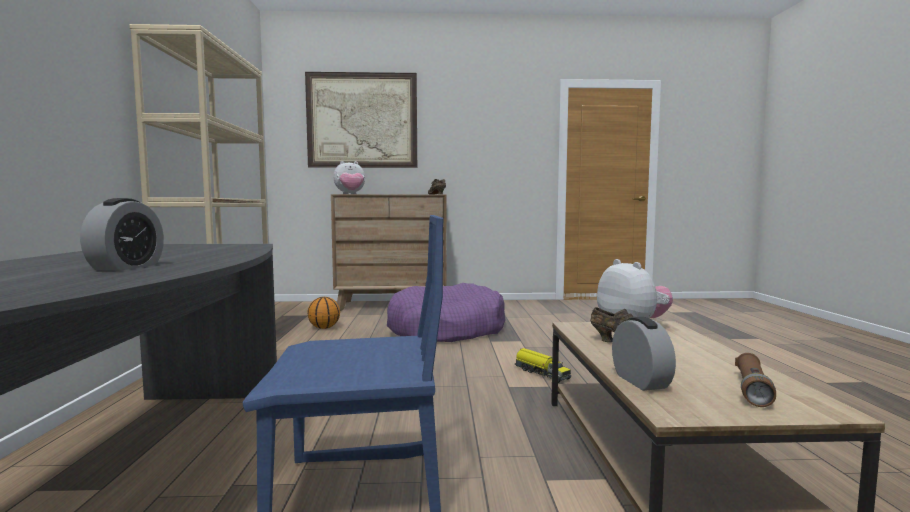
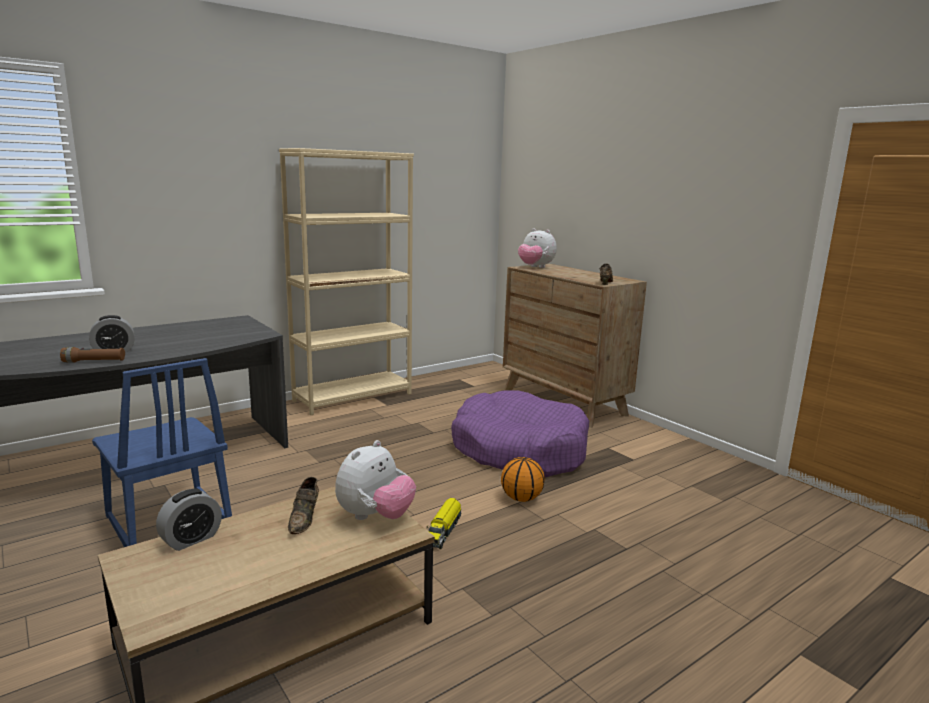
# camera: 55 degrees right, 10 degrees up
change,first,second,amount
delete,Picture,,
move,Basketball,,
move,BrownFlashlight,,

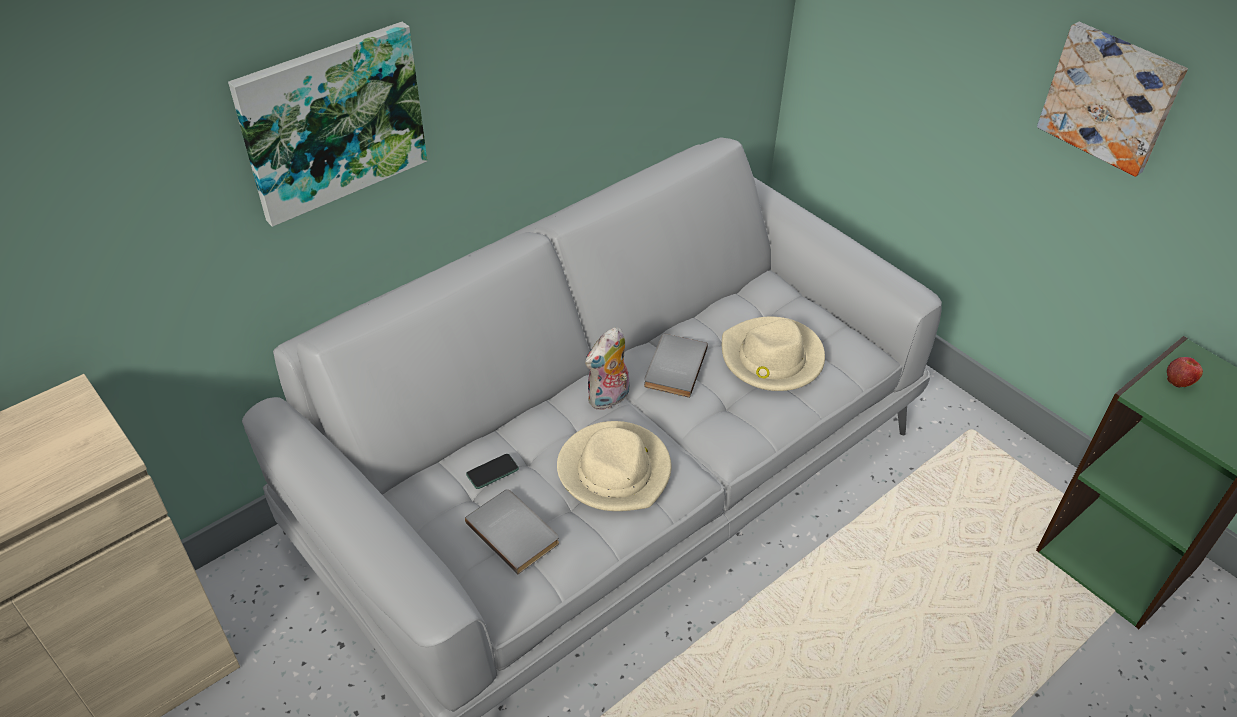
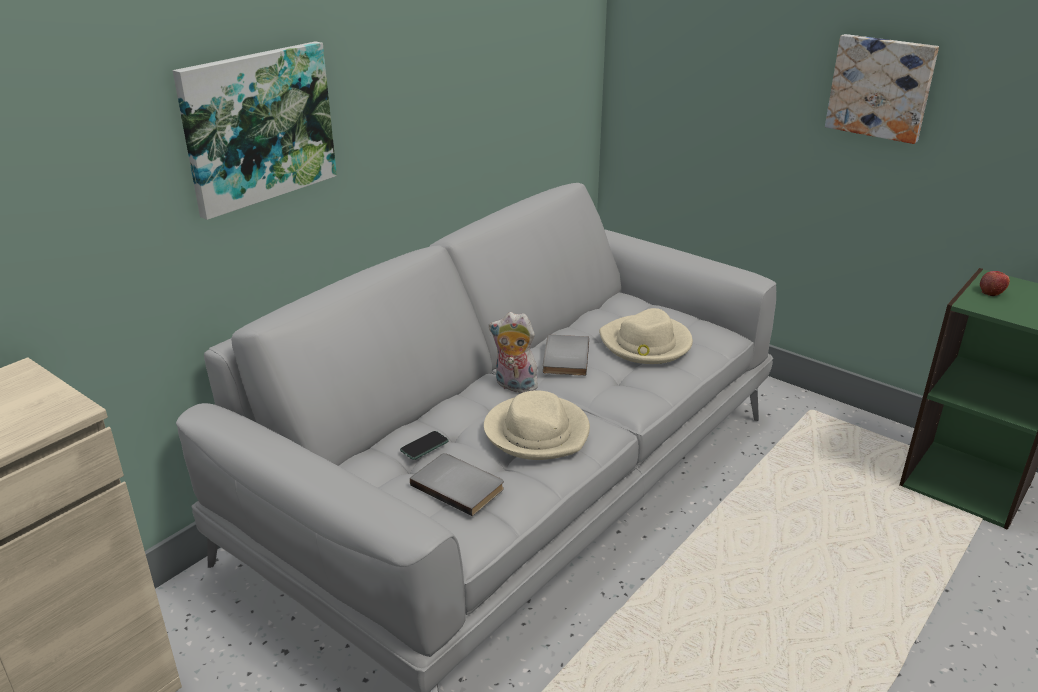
# camera: 10 degrees left, 15 degrees down
change,first,second,amount
rotate,PlushToy,,75 degrees clockwise

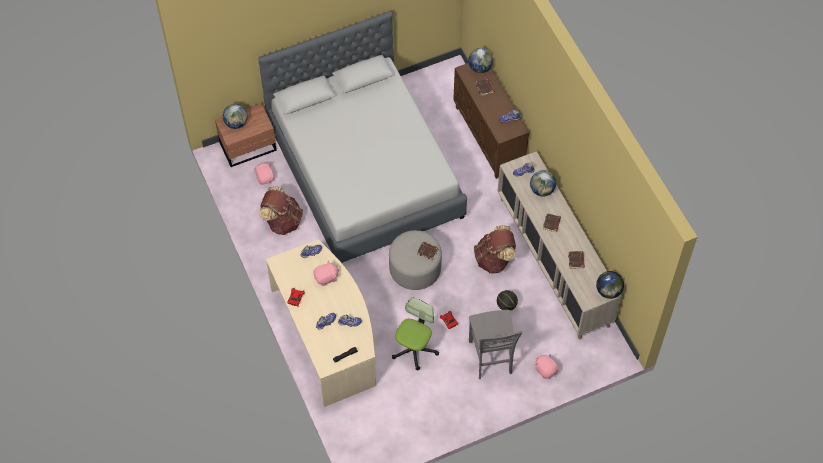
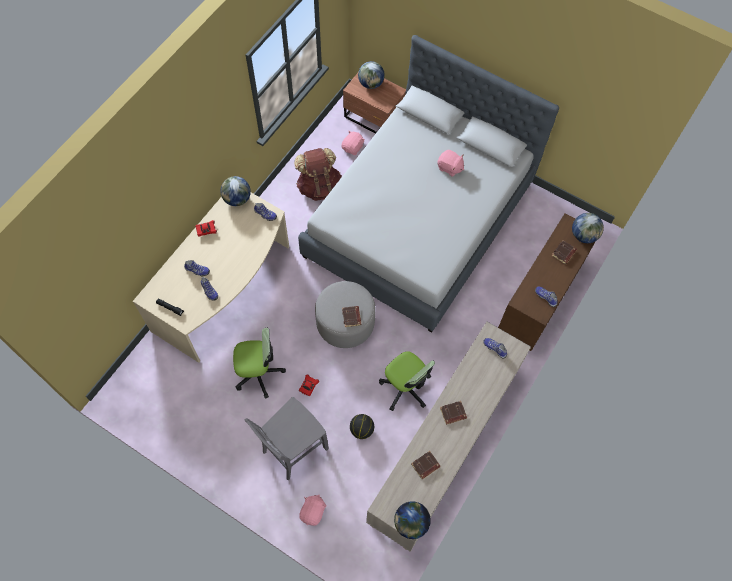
# camera: 55 degrees right, 5 degrees up
change,first,second,amount
move,PinkPlushToy (2nd from left in the first image),PinkPlushToy (3rd from left),
replace,BrownBackpack (2nd from left),OfficeChair (2nd from left),
move,Globe (3rd from left in the first image),Globe (1st from left),

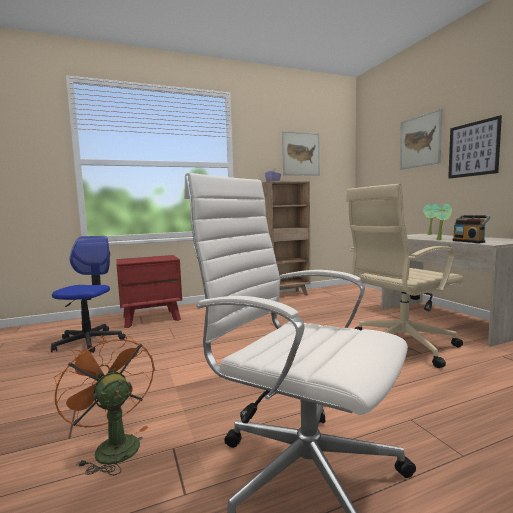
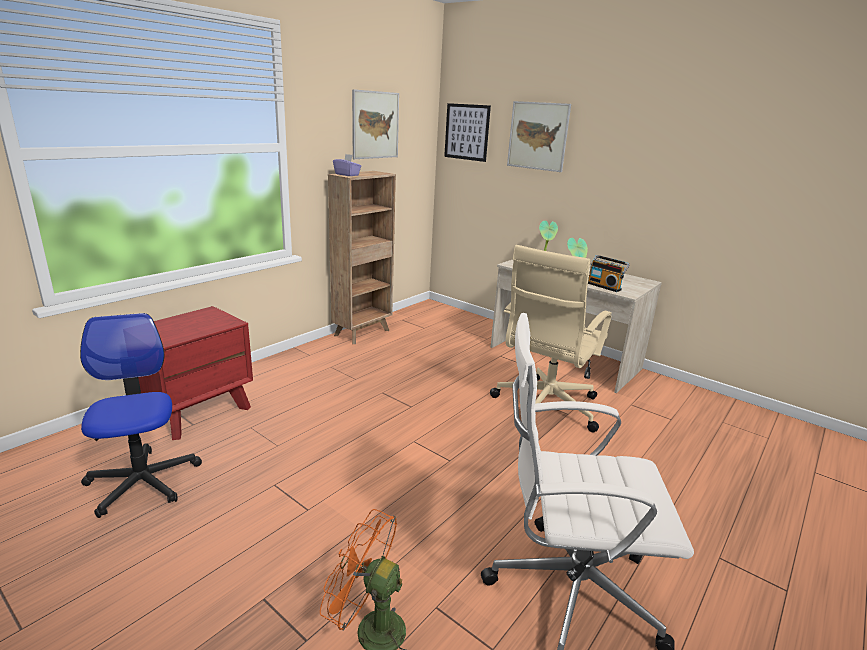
# camera: 30 degrees left, 15 degrees up
change,first,second,amount
move,Picture (3rd from left in the first image),Picture (2nd from left),

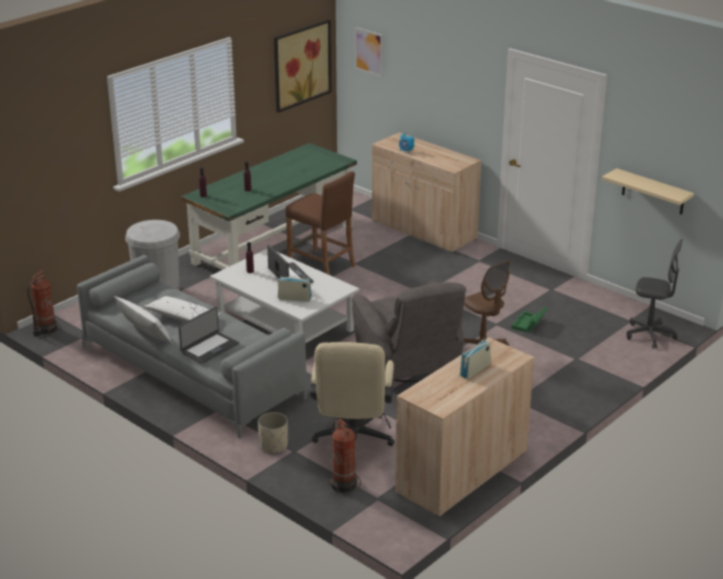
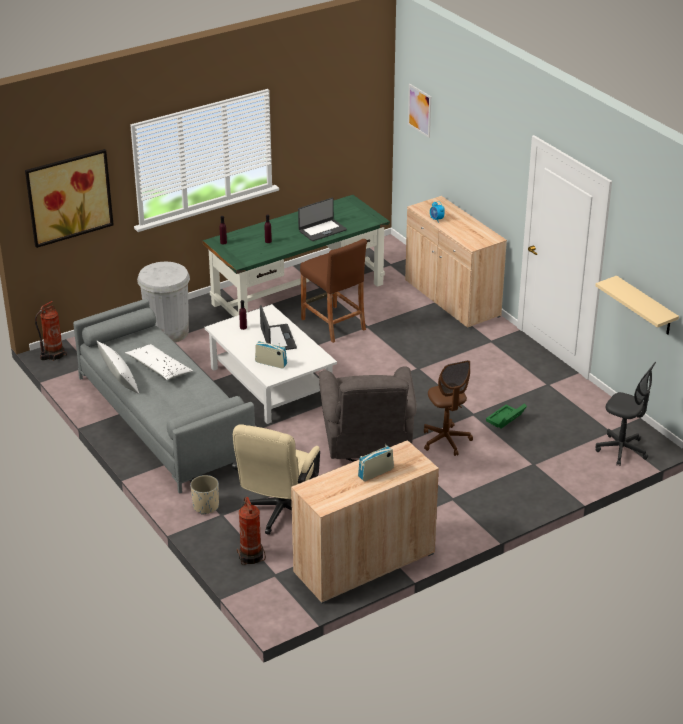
# camera: 15 degrees right, 5 degrees up
change,first,second,amount
move,Laptop (1st from left in the first image),Laptop (2nd from left),
move,Picture (1st from left),,

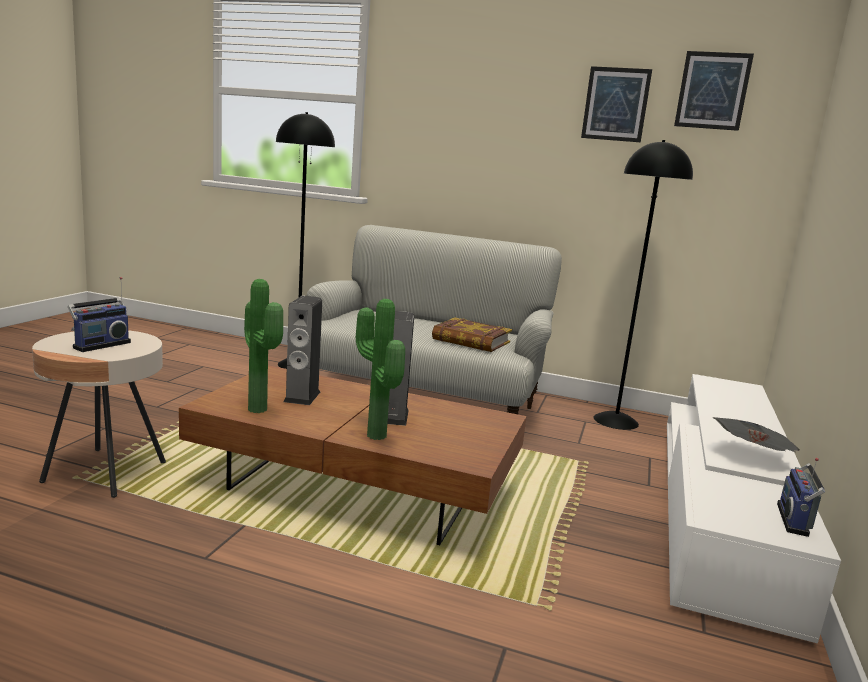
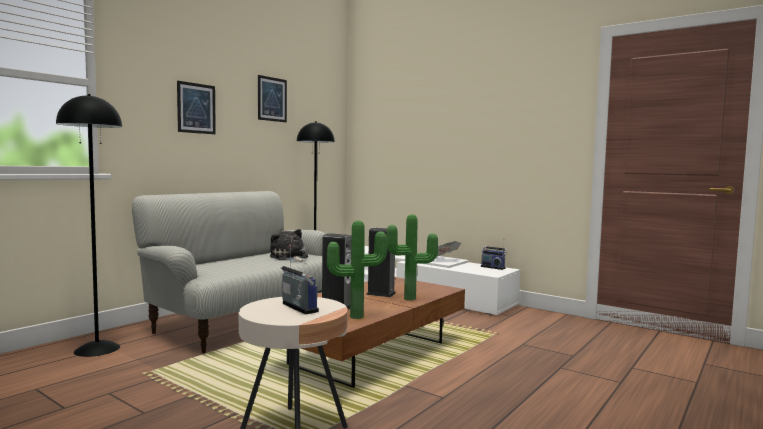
# camera: 70 degrees left, 10 degrees down
change,first,second,amount
replace,Book,PlushToy,
move,Picture (2nd from left in the first image),Picture (1st from left),

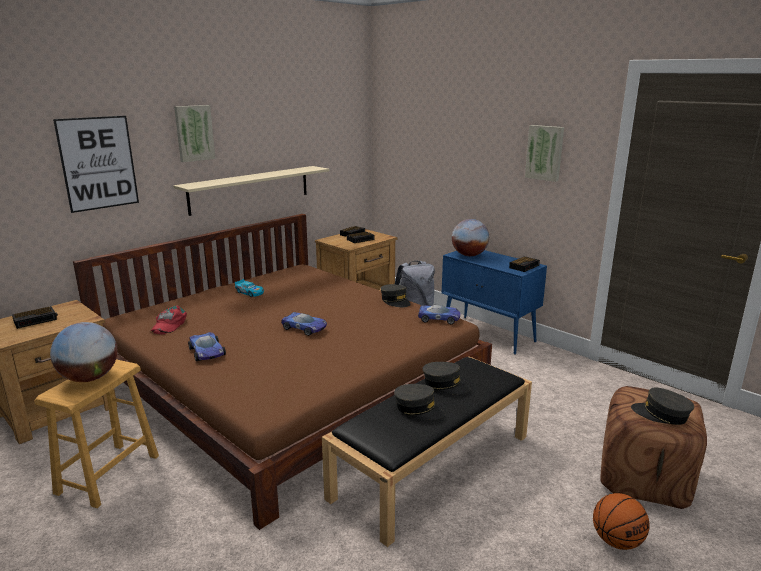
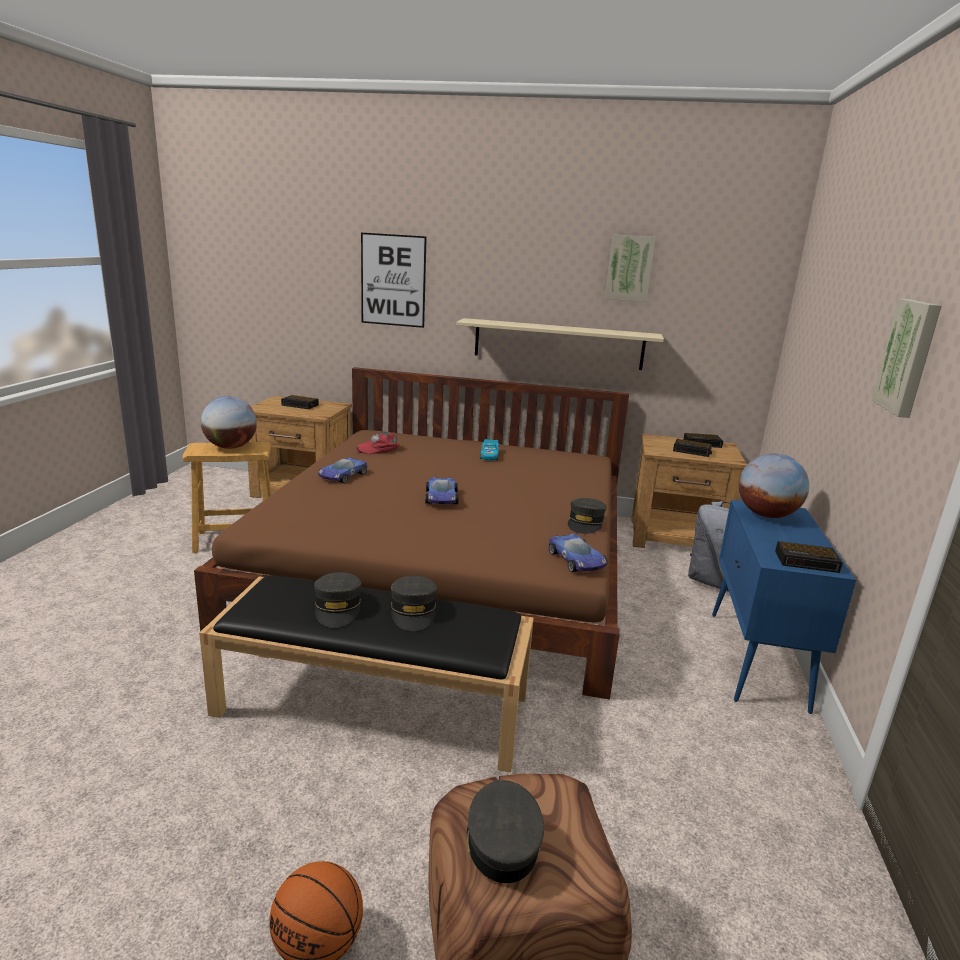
# camera: 55 degrees right, 0 degrees up
change,first,second,amount
move,Picture (2nd from left),,

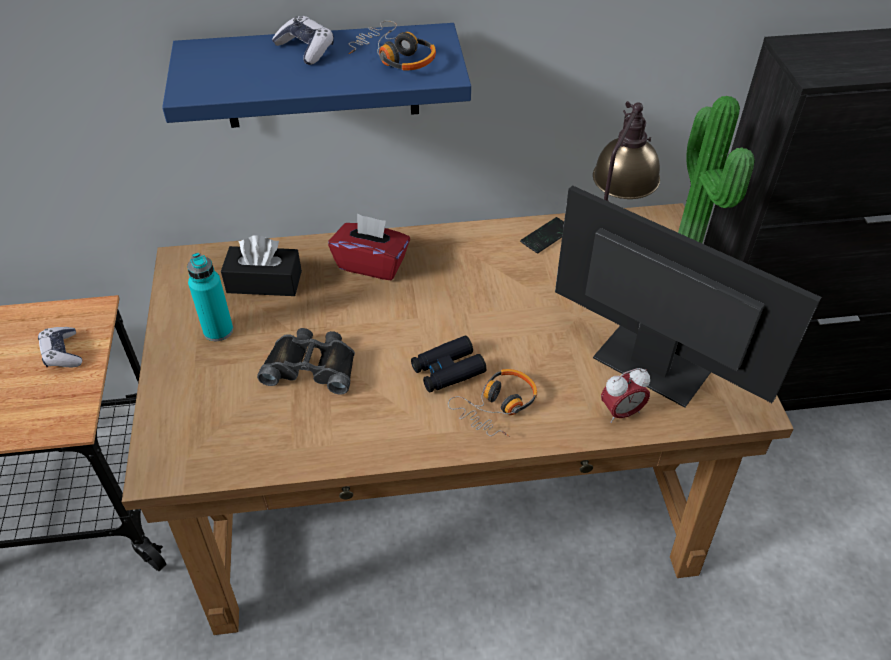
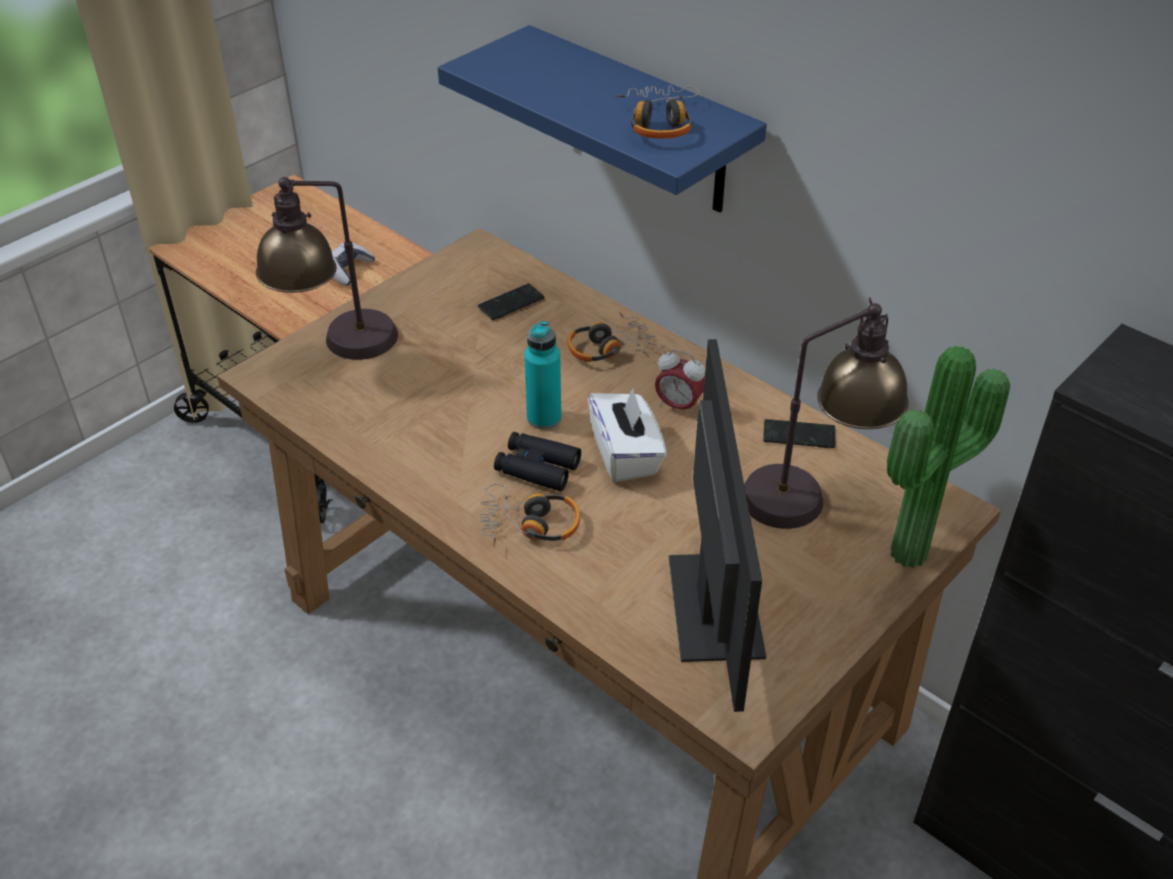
# camera: 50 degrees right, 5 degrees down
change,first,second,amount
move,TurquoiseBottle,,
replace,BlackTissueBox,Phone (1st from left),
delete,BlackBinoculars (1st from left),,
delete,GameController (2nd from left),,
replace,RedTissueBox,Headphones (2nd from left),
move,AlarmClock,,
insert,,TableLamp (1st from left),
insert,,WhiteTissueBox,

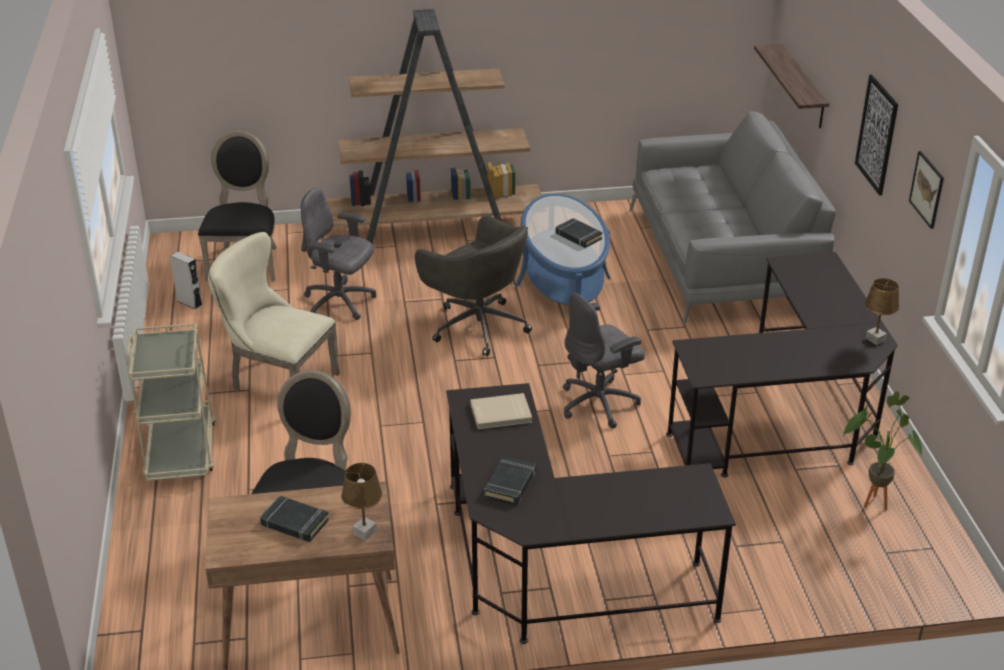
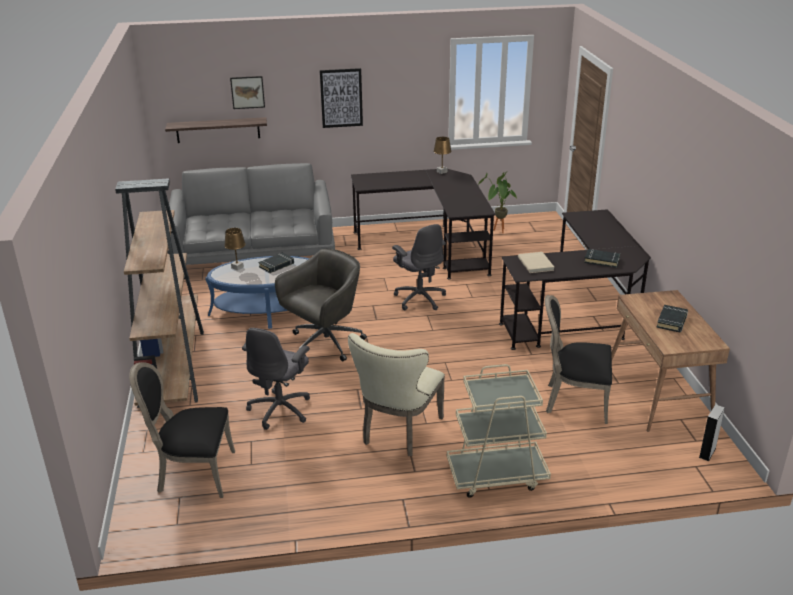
# camera: 90 degrees left, 5 degrees down
change,first,second,amount
move,GreySpeaker,,
move,BrownTableLamp (1st from left),,
move,Picture (2nd from left in the first image),Picture (1st from left),

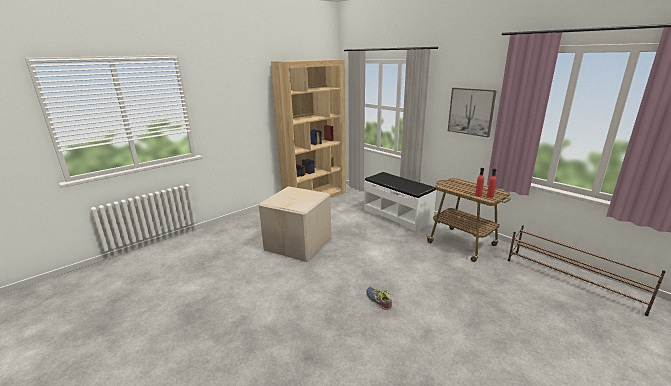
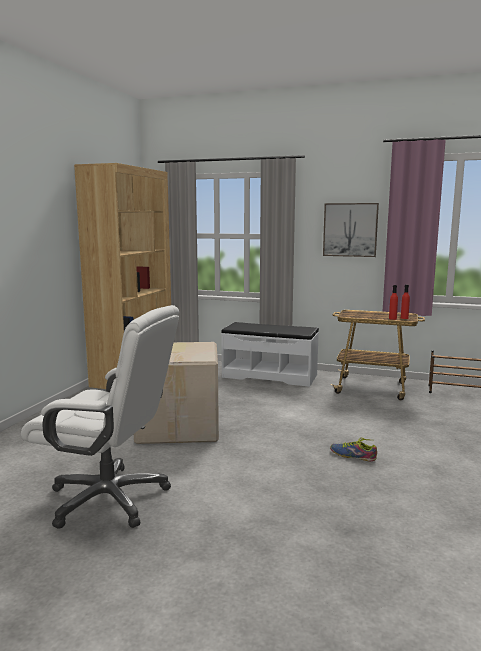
# camera: 30 degrees left, 10 degrees down
change,first,second,amount
insert,,WhiteOfficeChair,

